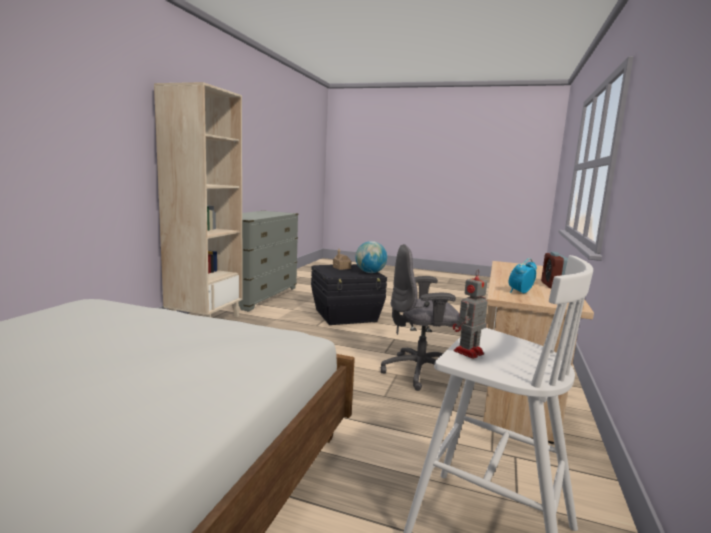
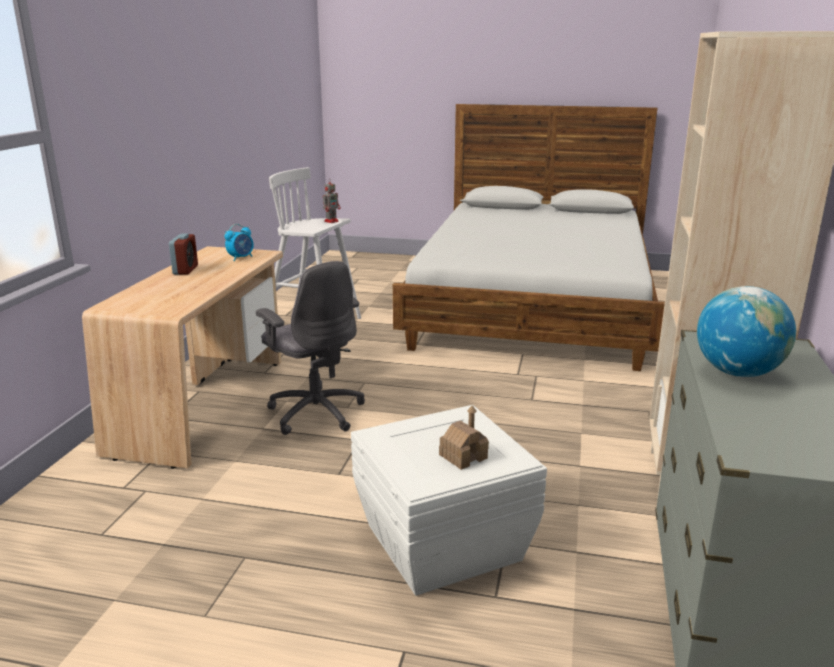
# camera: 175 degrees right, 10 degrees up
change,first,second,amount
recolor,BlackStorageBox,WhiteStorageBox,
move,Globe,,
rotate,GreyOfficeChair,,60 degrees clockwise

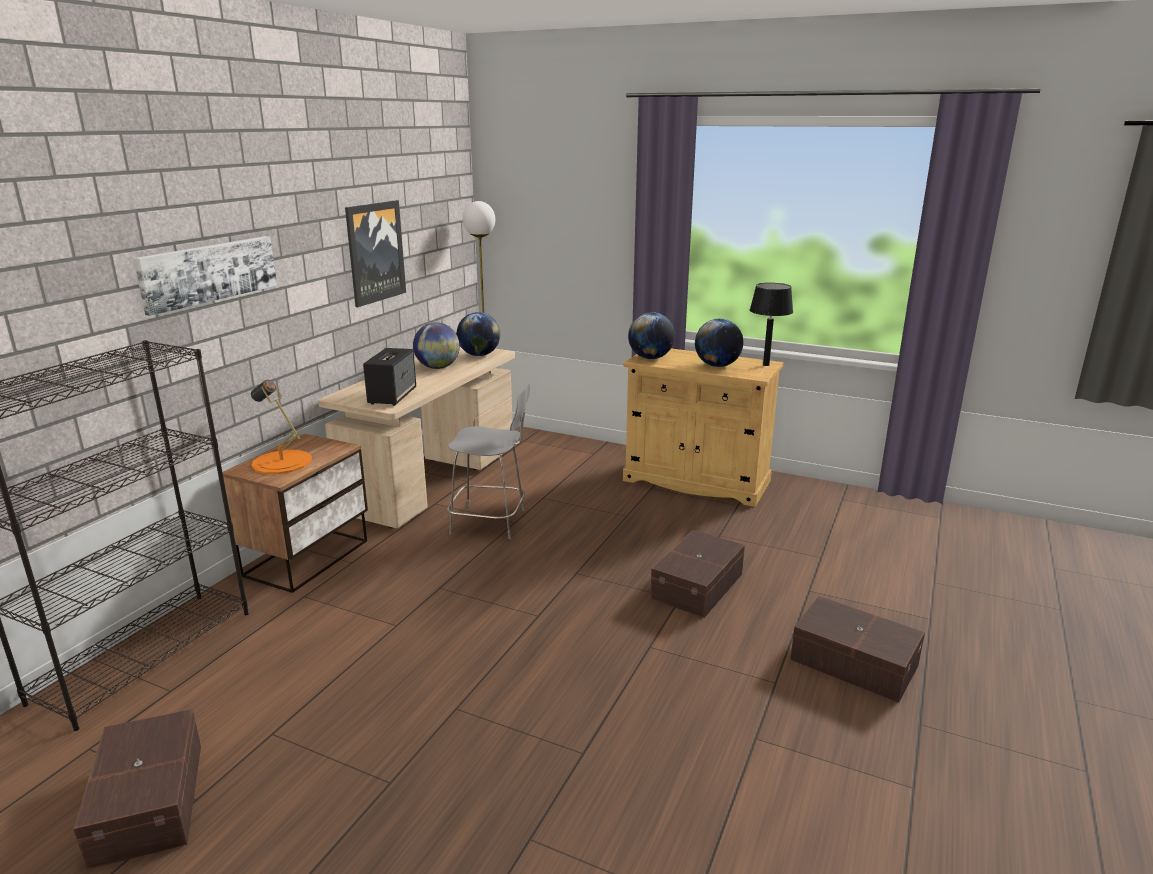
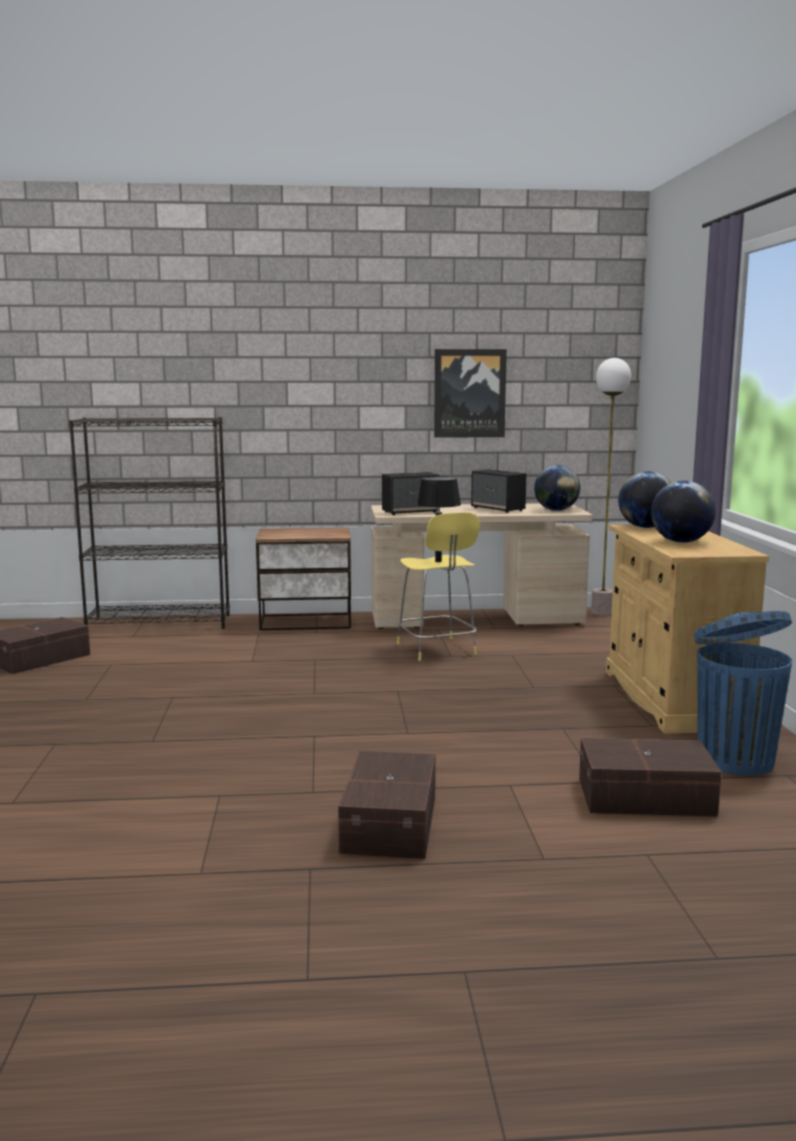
# camera: 60 degrees right, 10 degrees down
change,first,second,amount
delete,Picture (1st from left),,
delete,OrangeTableLamp,,
replace,Globe (1st from left),Speaker (2nd from left),
recolor,GreyStool,YellowStool,
move,BrownStorageBox (2nd from left in the first image),BrownStorageBox (3rd from left),
move,BlackTableLamp,,
insert,,BlueTrashCan,

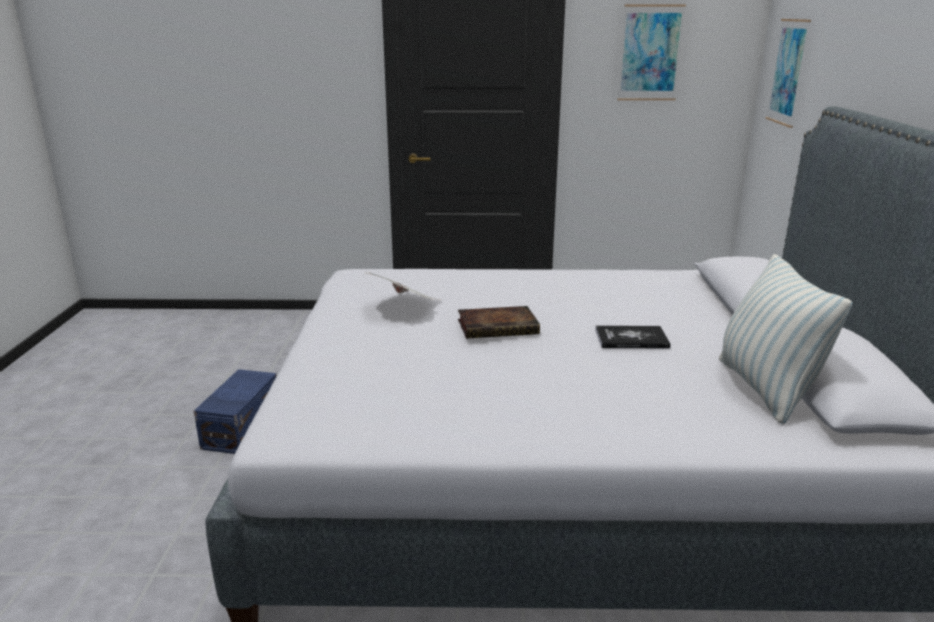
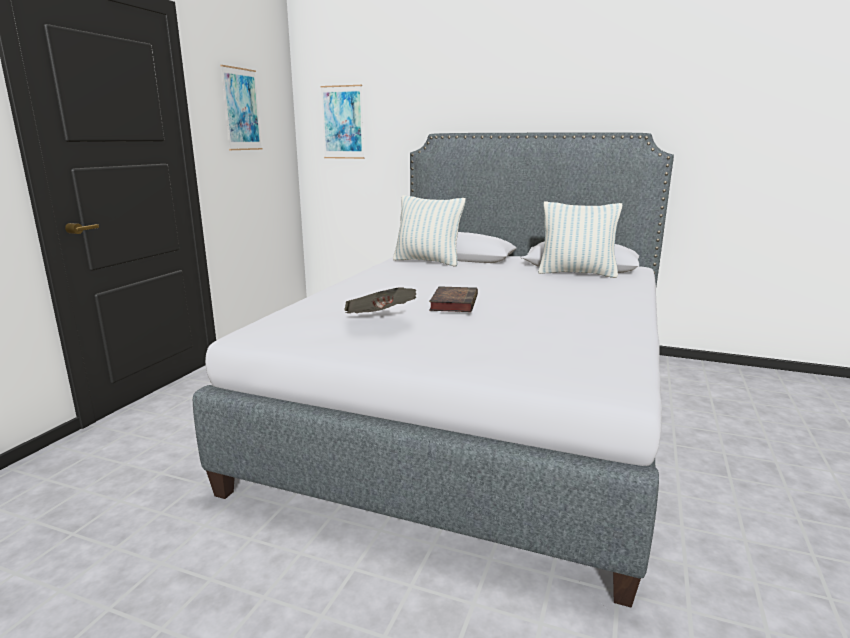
# camera: 70 degrees left, 5 degrees down
change,first,second,amount
delete,BlueStorageBox,,
delete,Book (2nd from left),,
insert,,Pillow (1st from left),

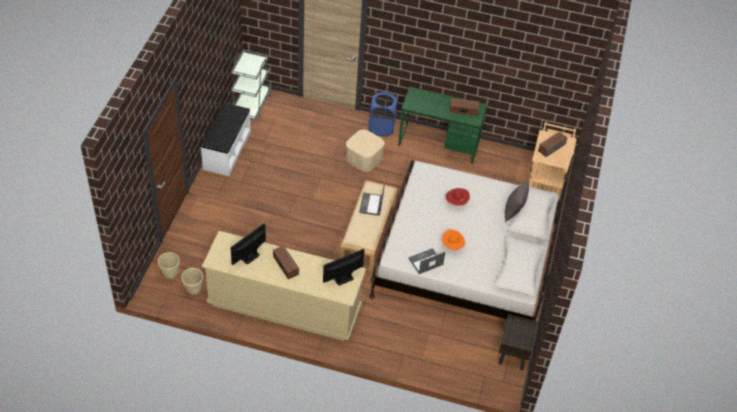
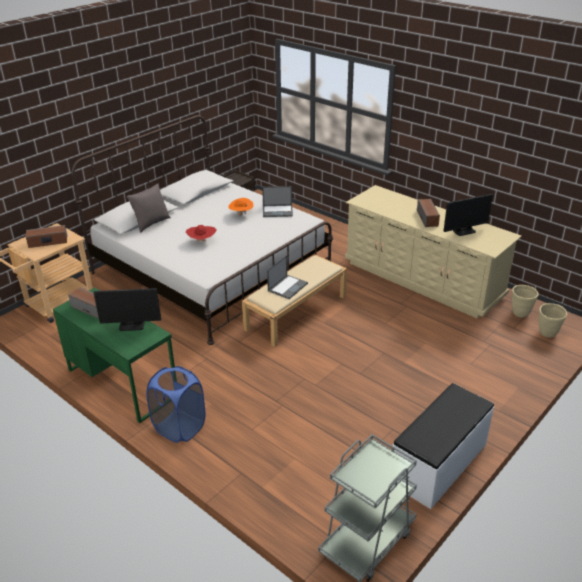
# camera: 150 degrees left, 15 degrees down
change,first,second,amount
move,Monitor (2nd from left in the first image),Monitor (1st from left),
delete,BeigeStorageBox,,

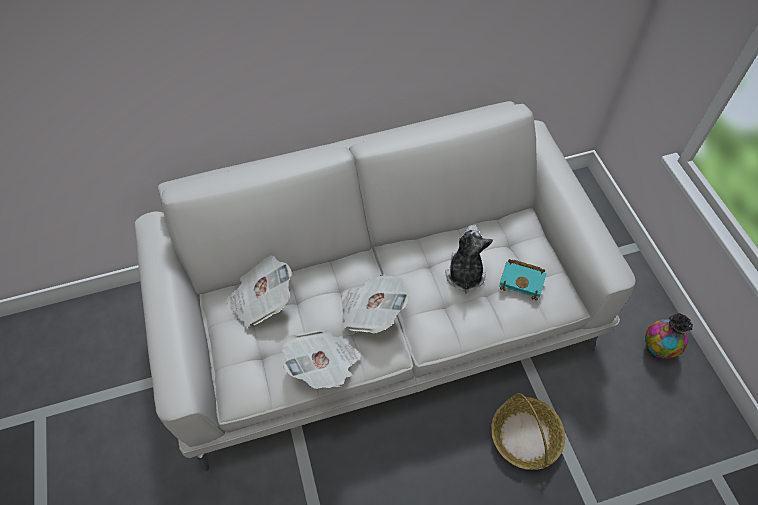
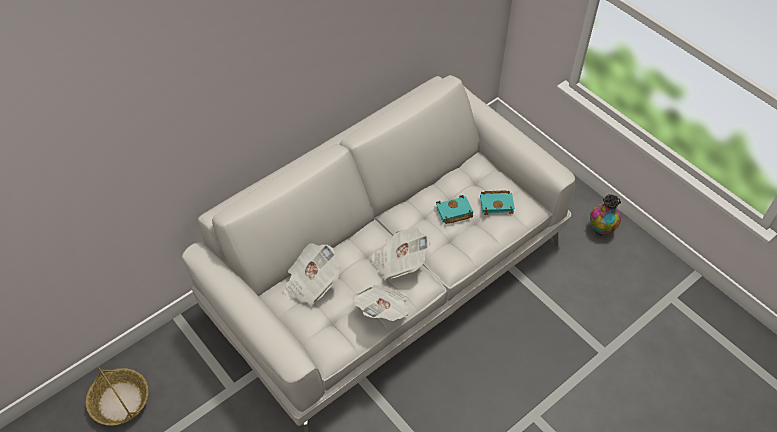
# camera: 25 degrees left, 5 degrees down
change,first,second,amount
replace,PlushToy,TurquoiseBook (1st from left),
move,Basket,,

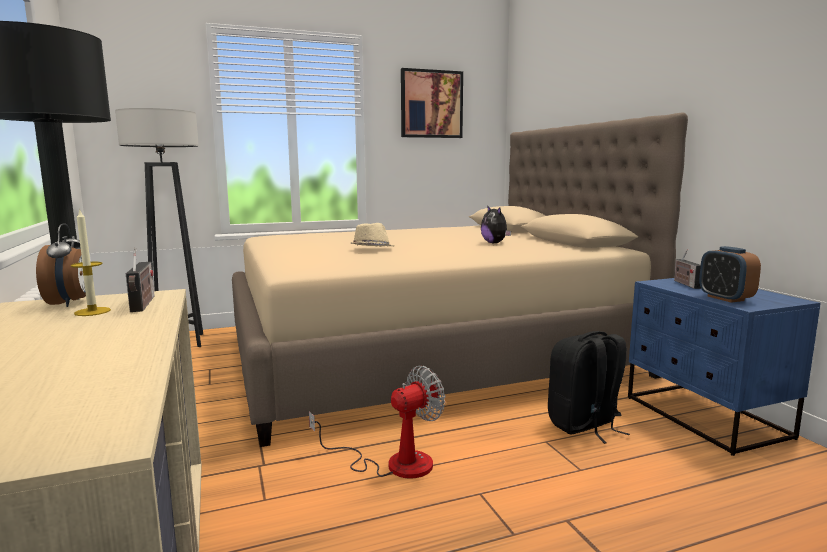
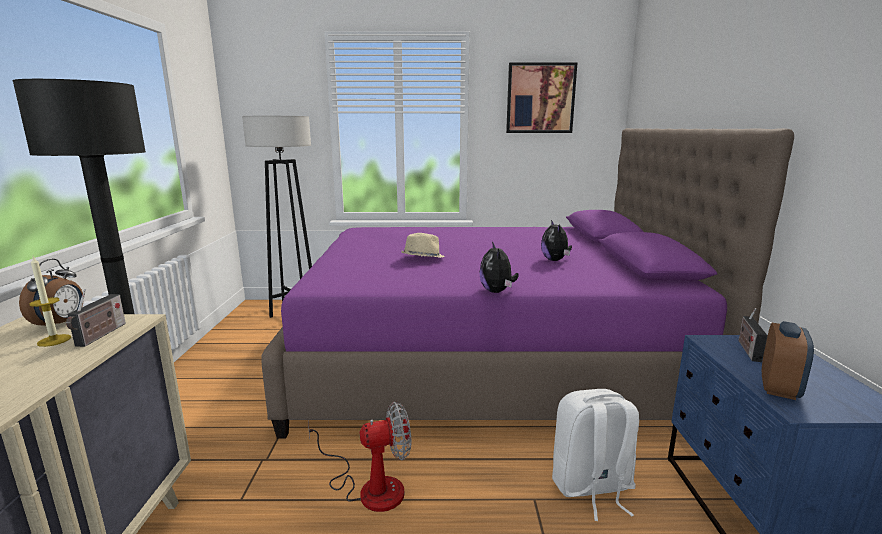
# camera: 20 degrees right, 5 degrees up
change,first,second,amount
recolor,BeigeBed,PurpleBed,
recolor,BlackBackpack,WhiteBackpack,
rotate,AlarmClock (2nd from left),,150 degrees counterclockwise
insert,,PlushToy (1st from left),

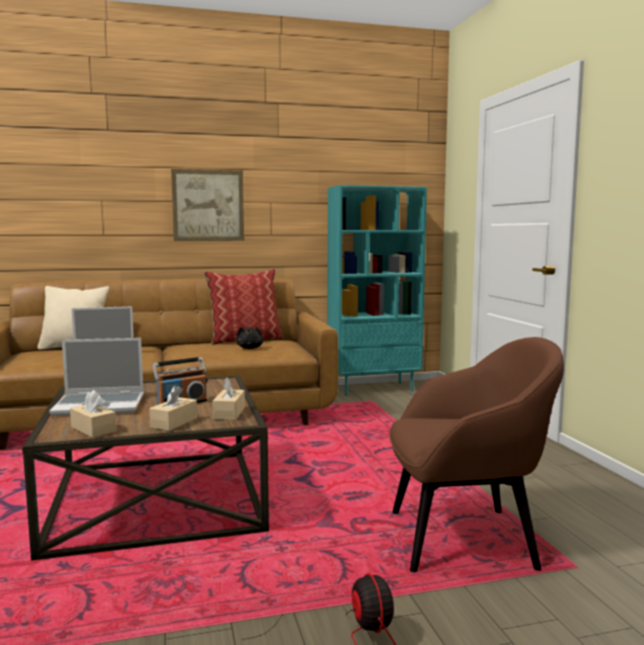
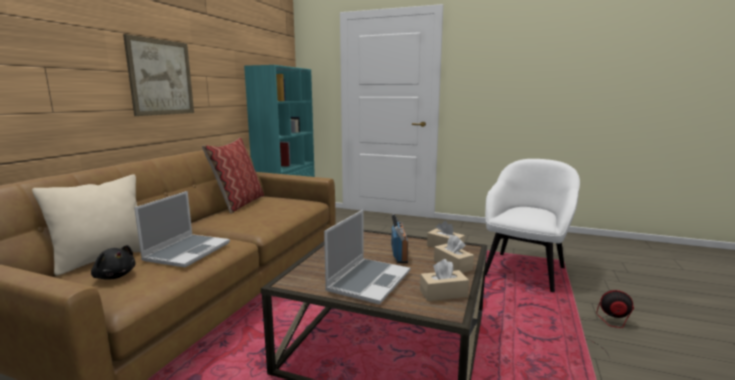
# camera: 55 degrees left, 5 degrees up
change,first,second,amount
move,BlackPlushToy,,
recolor,BrownArmchair,WhiteArmchair,

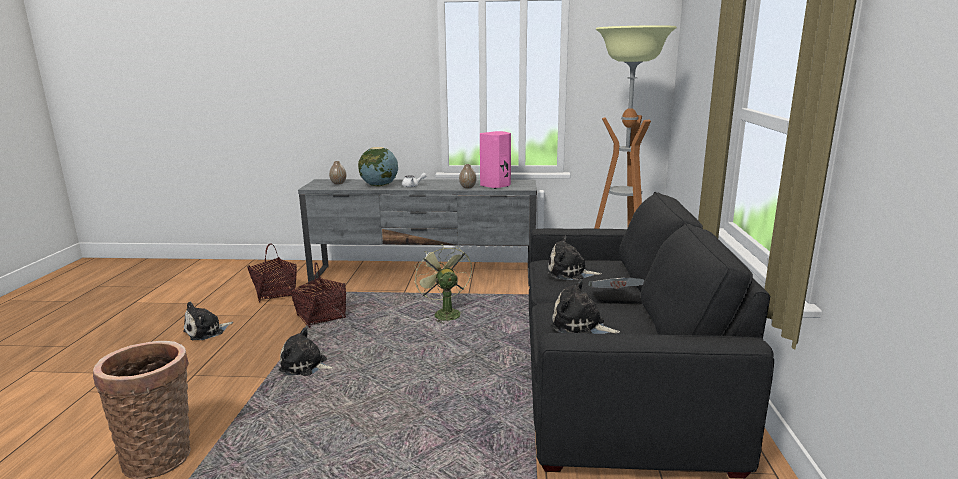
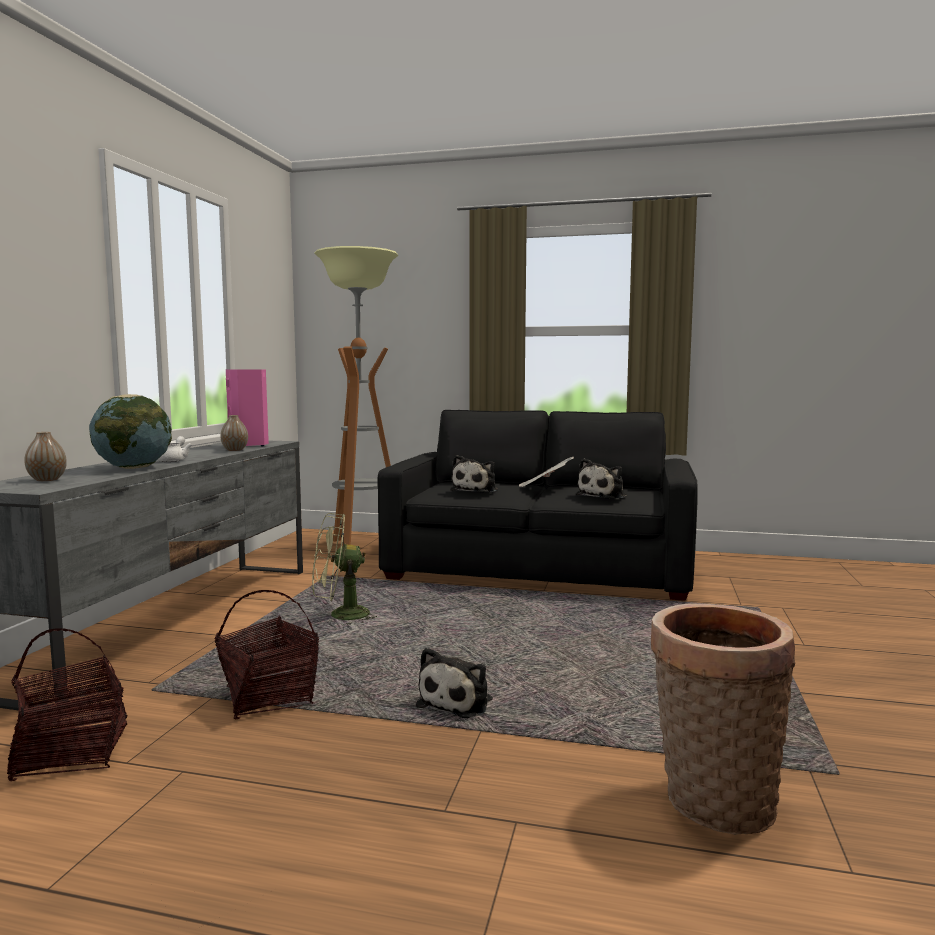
# camera: 80 degrees left, 10 degrees down
change,first,second,amount
delete,PlushToy (1st from left),,

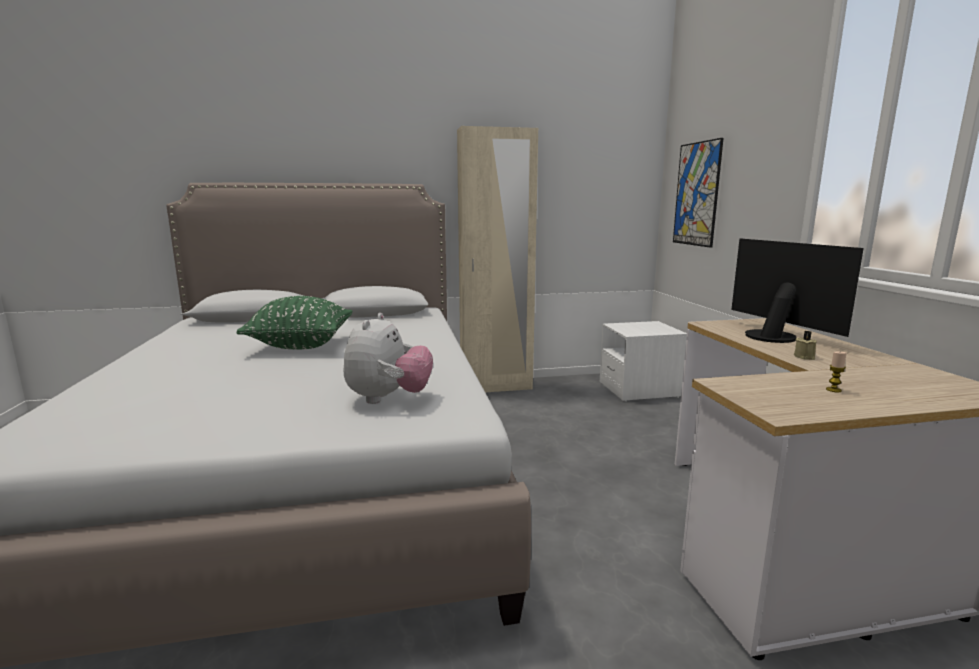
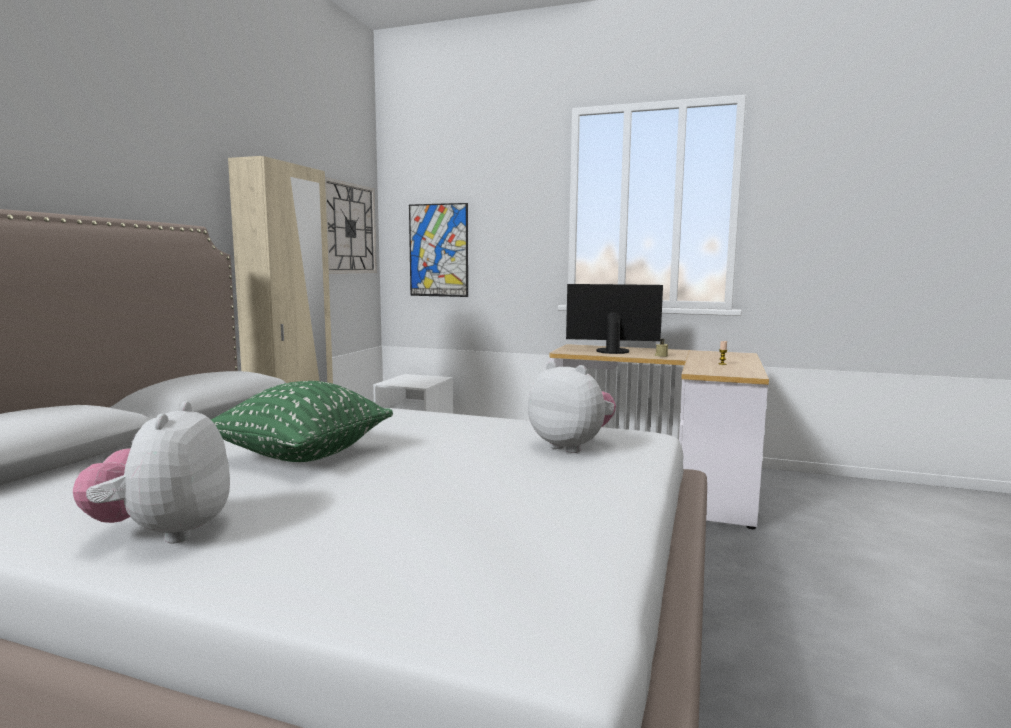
# camera: 60 degrees left, 5 degrees down
change,first,second,amount
insert,,PlushToy (1st from left),
insert,,WallClock,

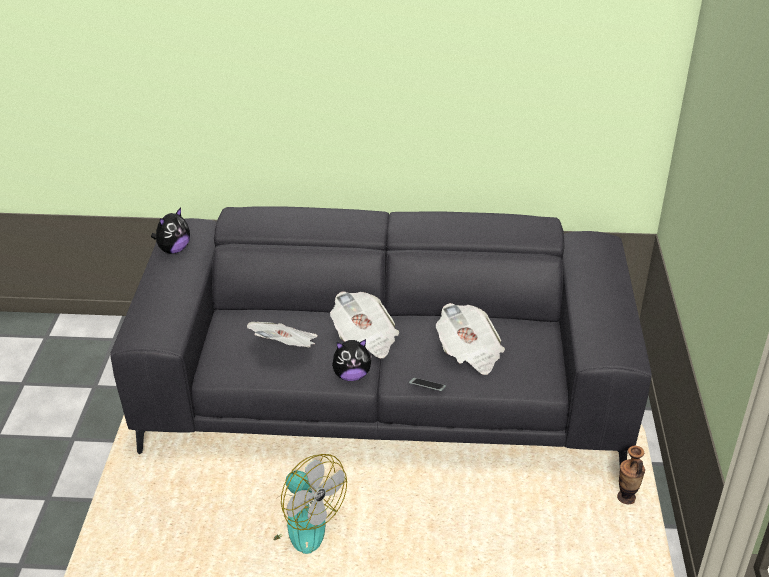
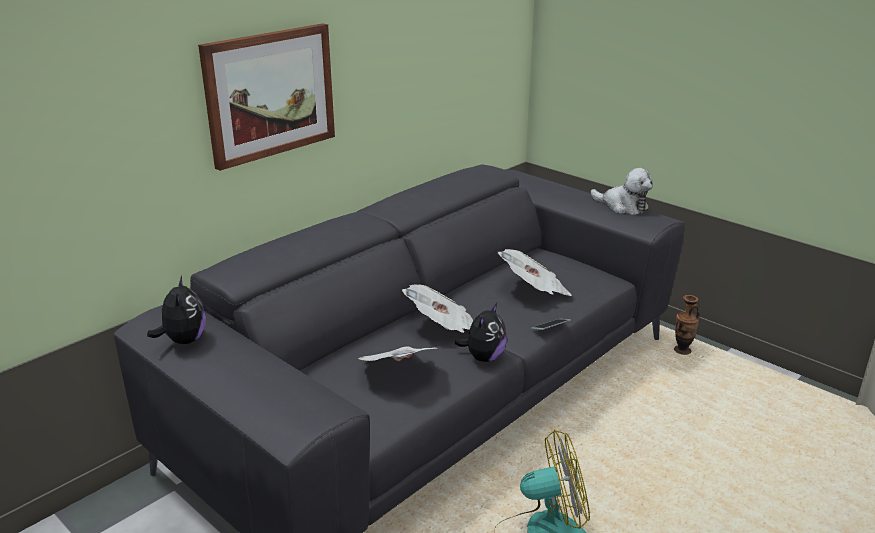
# camera: 50 degrees left, 10 degrees down
change,first,second,amount
insert,,Picture,
insert,,PlushToy (3rd from left),

